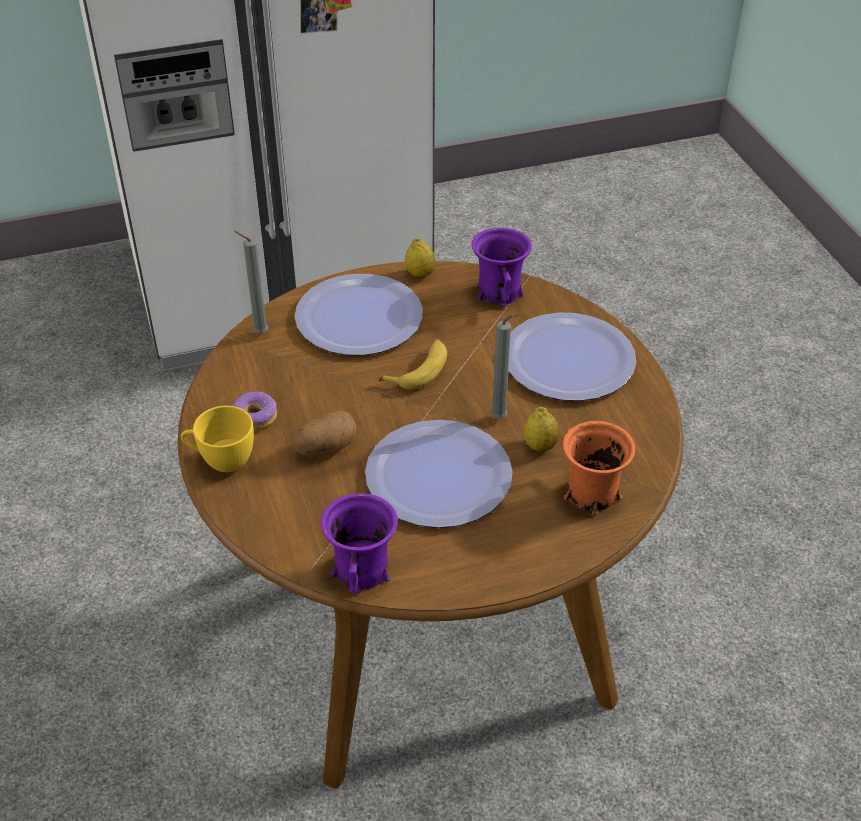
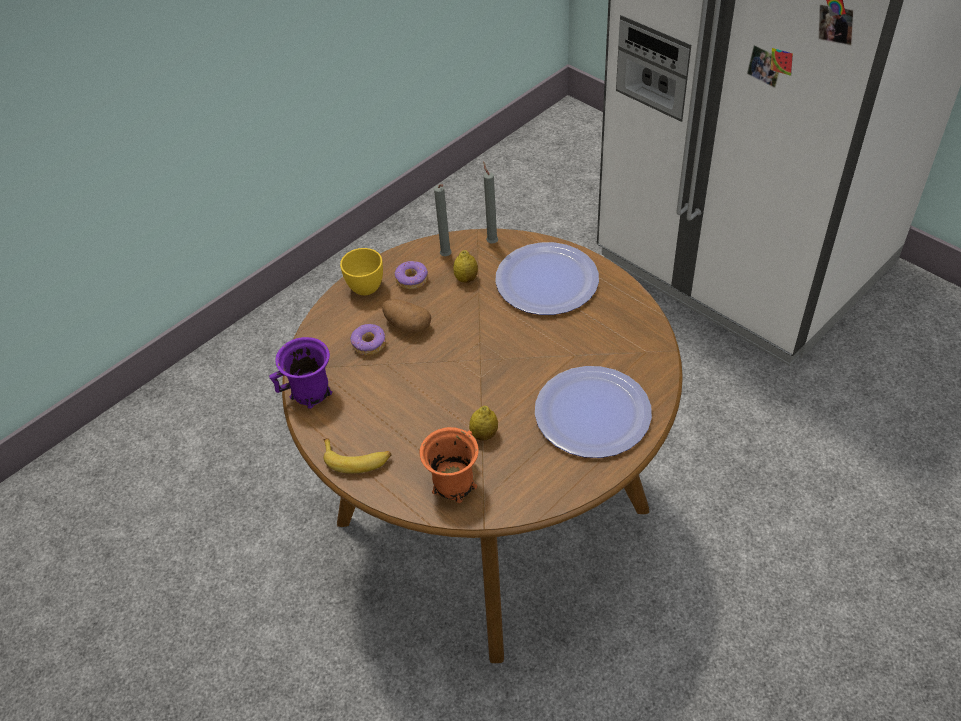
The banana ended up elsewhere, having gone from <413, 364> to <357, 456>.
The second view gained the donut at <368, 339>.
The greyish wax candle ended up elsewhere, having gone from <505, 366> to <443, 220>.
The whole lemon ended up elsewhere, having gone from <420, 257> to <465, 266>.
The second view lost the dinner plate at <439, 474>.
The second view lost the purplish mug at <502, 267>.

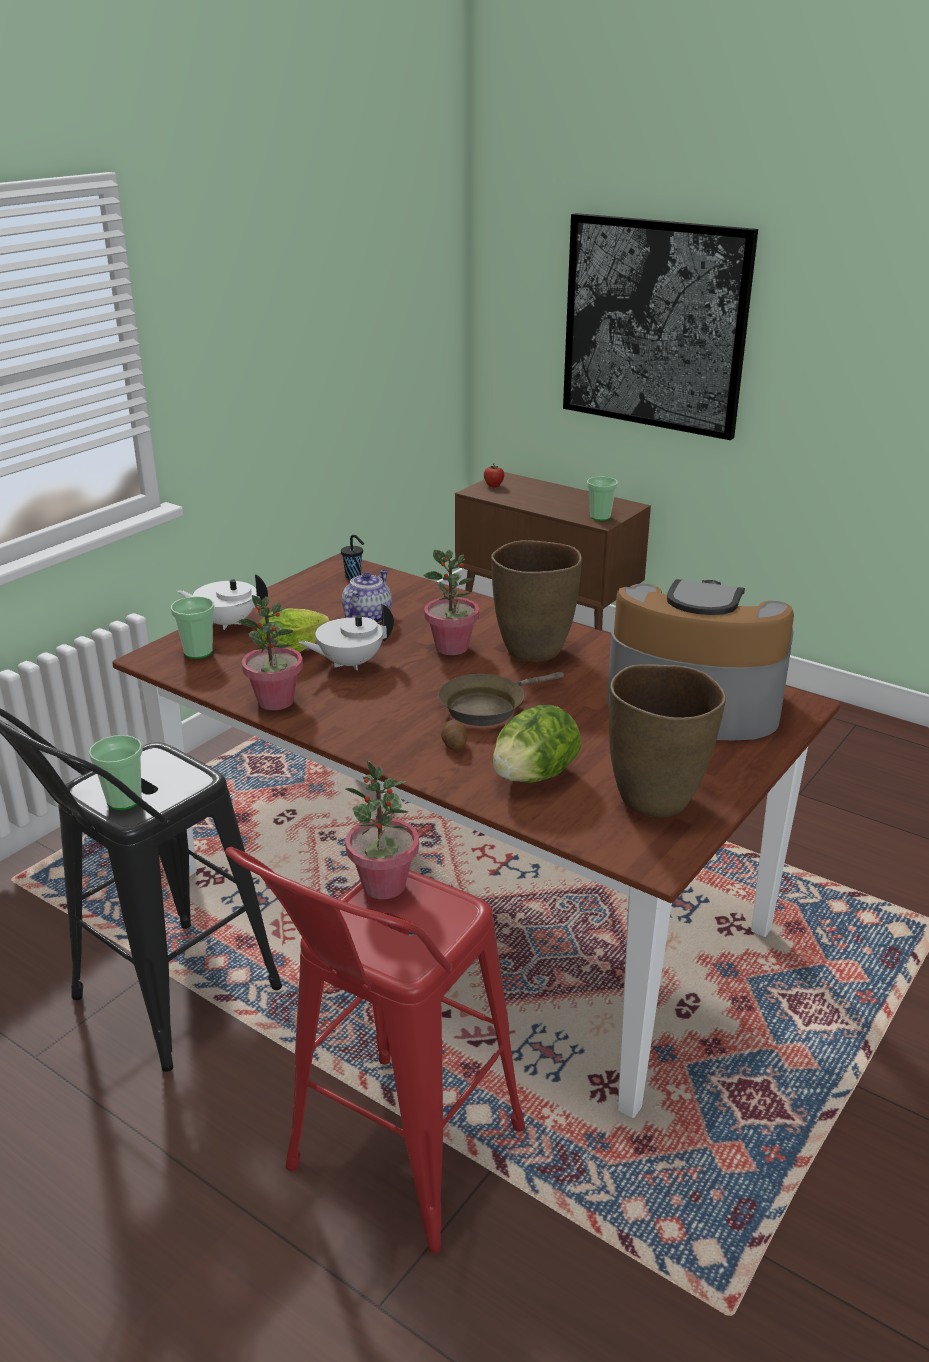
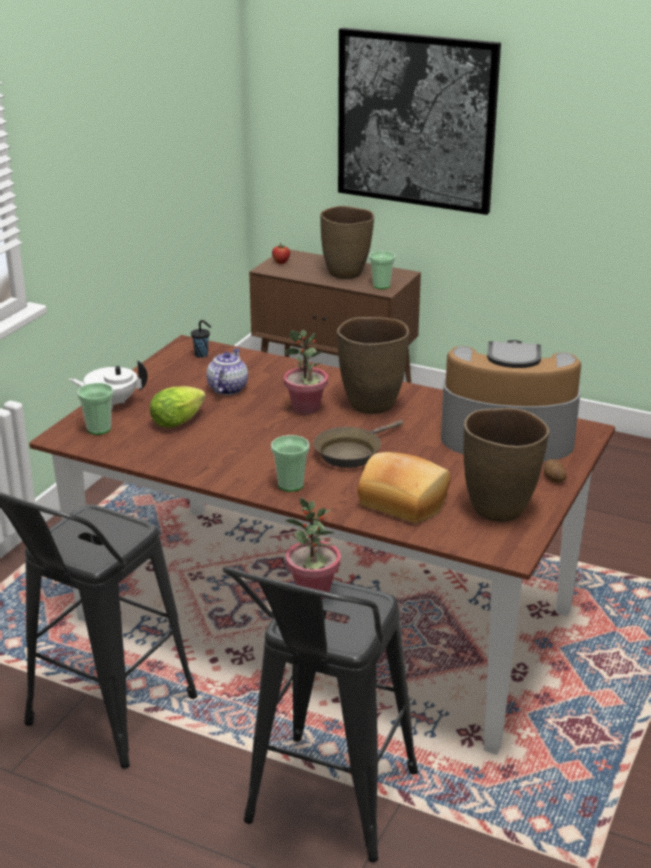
What was the red-coloured stool seat at <375, 1050> turned into the black-coloured stool seat at <320, 714>.
The small cup ended up elsewhere, having gone from <116, 772> to <290, 463>.
The second view gained the brown-coloured decorative vase at <347, 242>.
Where the lettuce stood at <537, 744>, the bakery bread came to stand at <404, 487>.
The potato ended up elsewhere, having gone from <454, 735> to <555, 471>.
The second view lost the houseplant at <270, 652>.
The second view lost the whitish tea pot at <346, 636>.

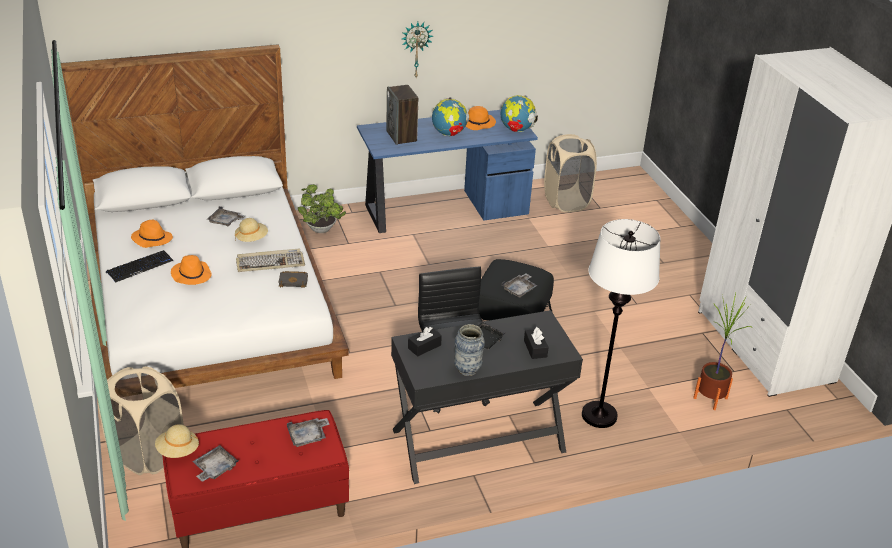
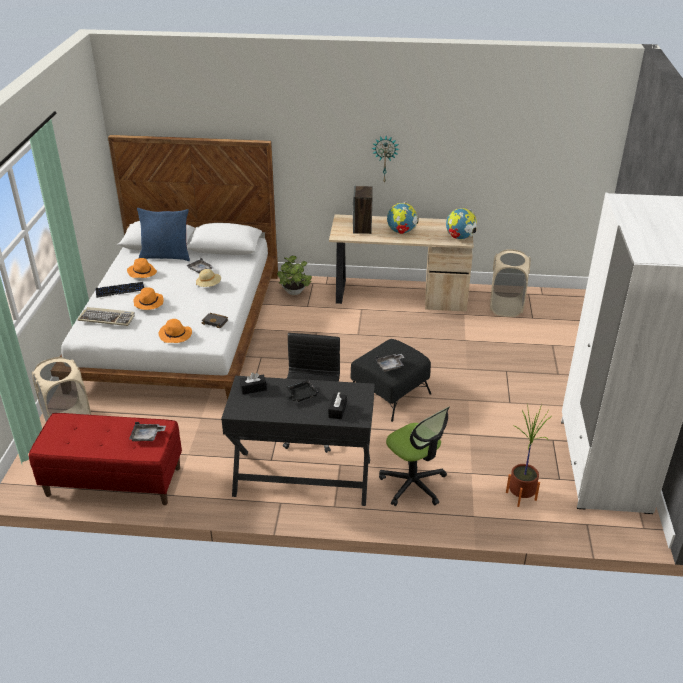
The computer keyboard ended up elsewhere, having gone from <270, 260> to <106, 316>.
The second view gained the blue-coloured throw pillow at <163, 234>.
The orange-coloured wearable hat ended up elsewhere, having gone from <480, 118> to <175, 331>.
What was the blue-coloured desk table at <447, 171> turned into the beige-coloured desk table at <401, 263>.
Where the whitish standard lamp stood at <621, 323>, the desk chair came to stand at <414, 456>.
The second view lost the beige-coloured wearable hat at <177, 441>.
The second view lost the greyish tray at <215, 463>.
The second view lost the decorative vase at <469, 350>.

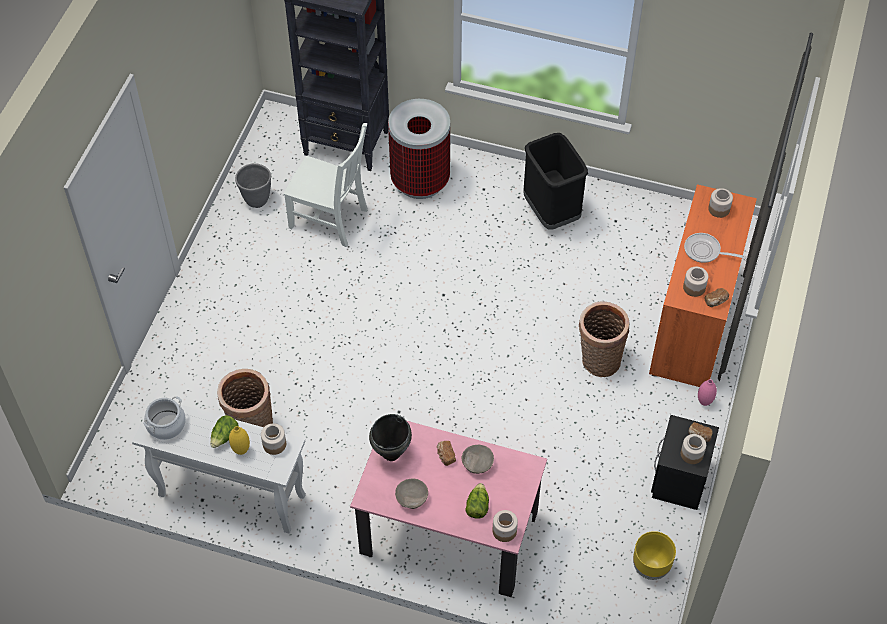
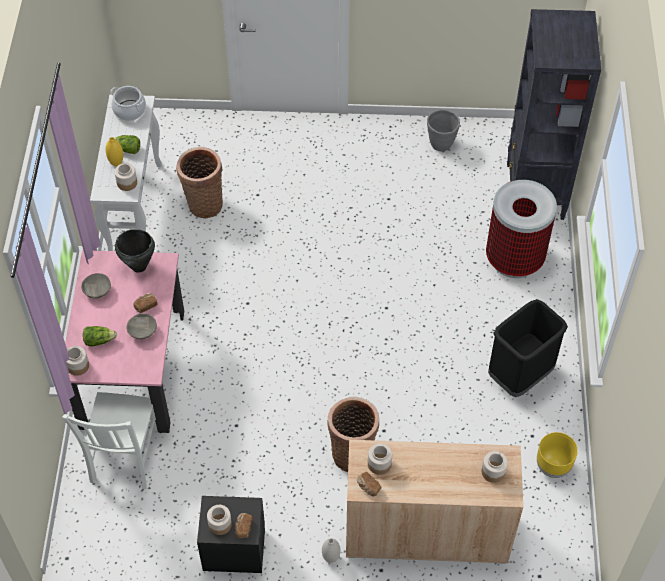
The whitish upright chair ended up elsewhere, having gone from <326, 185> to <109, 440>.
What was the pink-coloured decorative vase at <707, 392> turned into the whitish decorative vase at <331, 550>.
What was the orange-coloured storage cabinet at <703, 285> turned into the beige-coloured storage cabinet at <434, 502>.
The yellow-coloured flower pot ended up elsewhere, having gone from <654, 555> to <557, 455>.
The second view lost the skillet at <715, 248>.

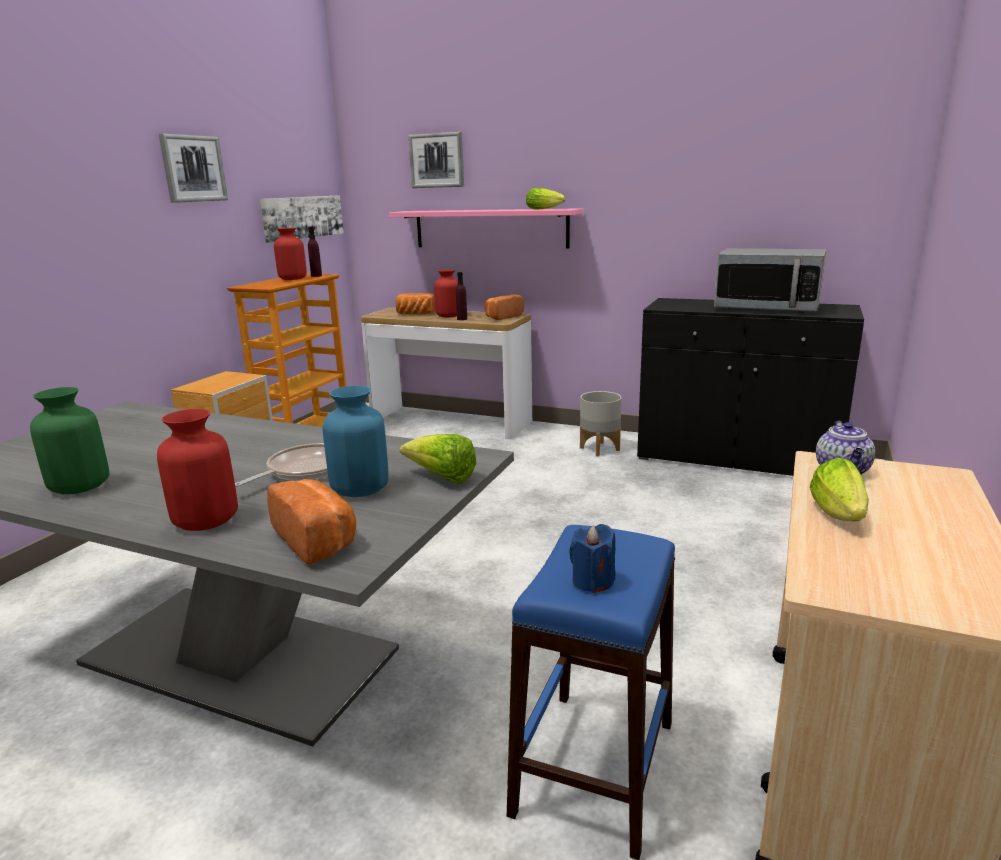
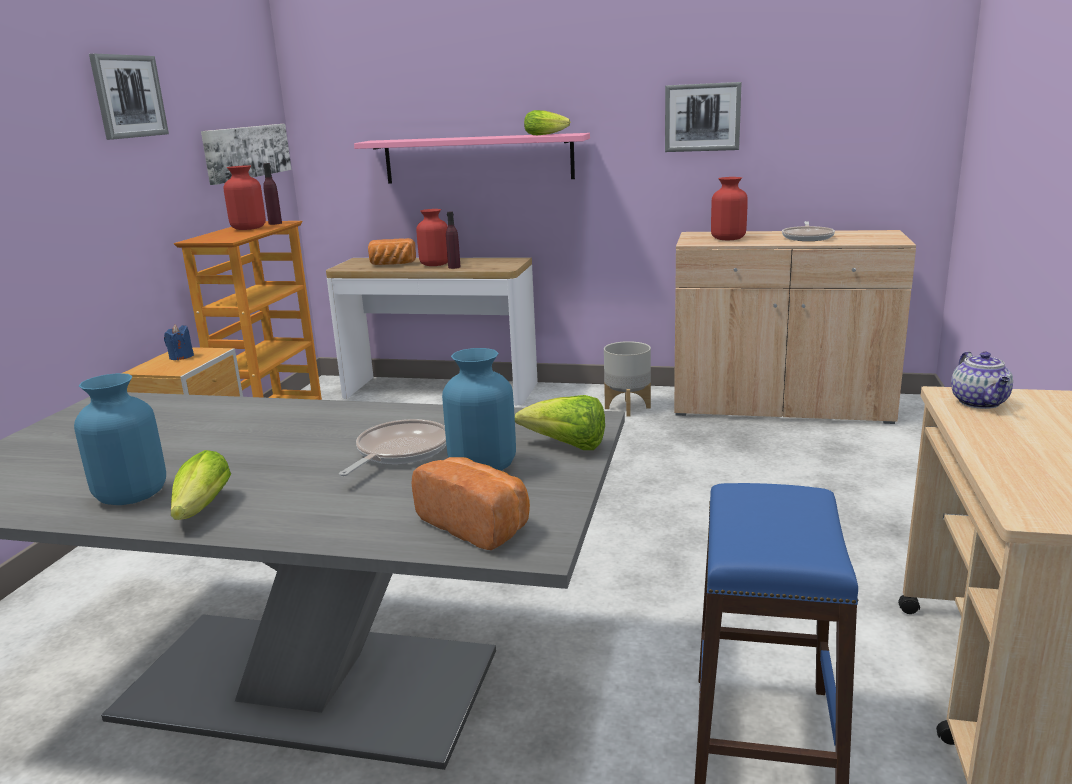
What was the green decorative vase at <69, 440> turned into the blue-coloured decorative vase at <120, 439>.
The blue-coloured wax candle ended up elsewhere, having gone from <592, 558> to <179, 342>.
The lettuce ended up elsewhere, having gone from <839, 489> to <201, 485>.
The wall art ended up elsewhere, having gone from <436, 160> to <703, 117>.
What was the black-coloured storage cabinet at <750, 387> turned into the beige-coloured storage cabinet at <795, 327>.
The red-coloured decorative vase ended up elsewhere, having gone from <197, 470> to <729, 208>.
Where the microwave oven stood at <770, 280>, the skillet came to stand at <808, 231>.
The second view lost the bakery bread at <504, 307>.

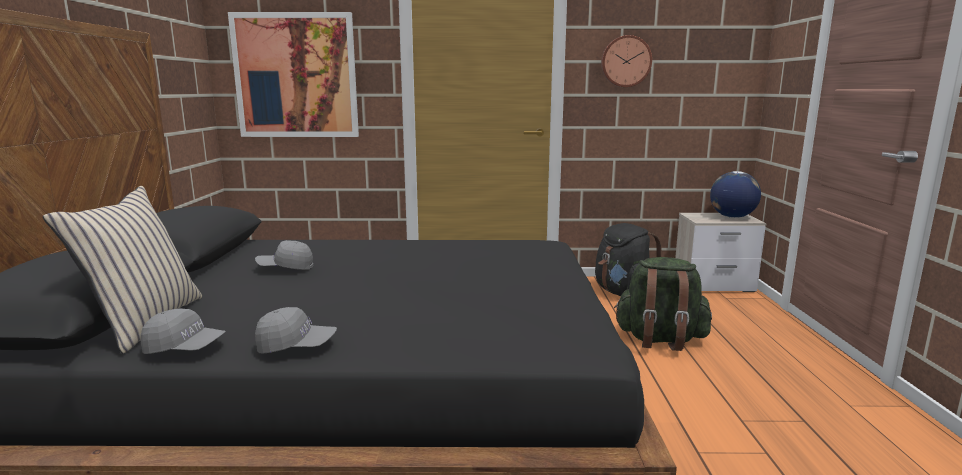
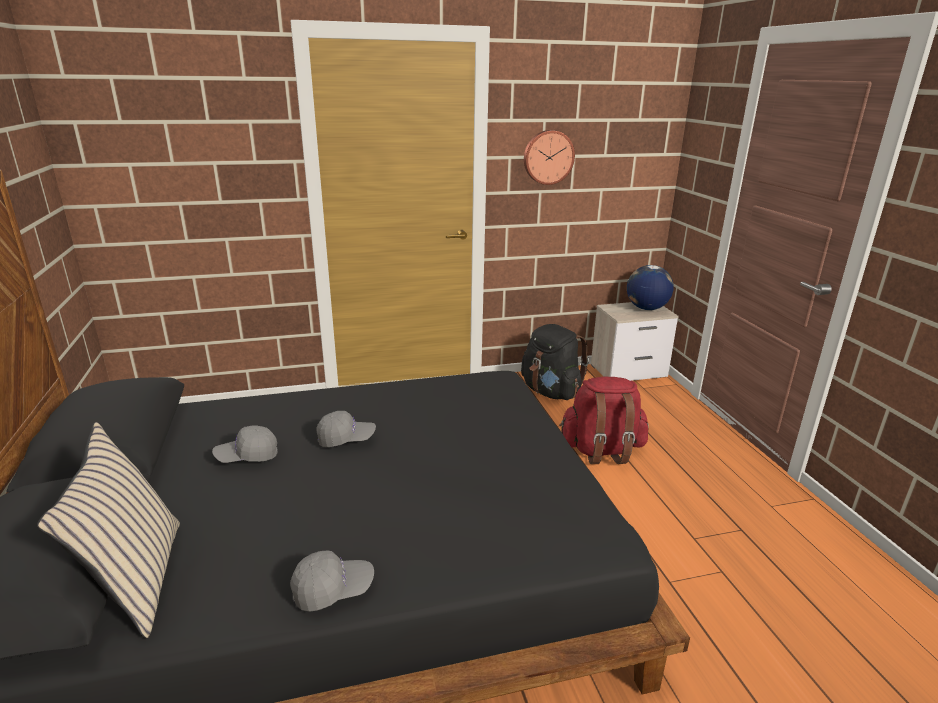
The greyish cap ended up elsewhere, having gone from <183, 331> to <346, 429>.
What was the green backpack at <663, 304> turned into the red-coloured backpack at <604, 420>.
The second view lost the wall art at <293, 74>.

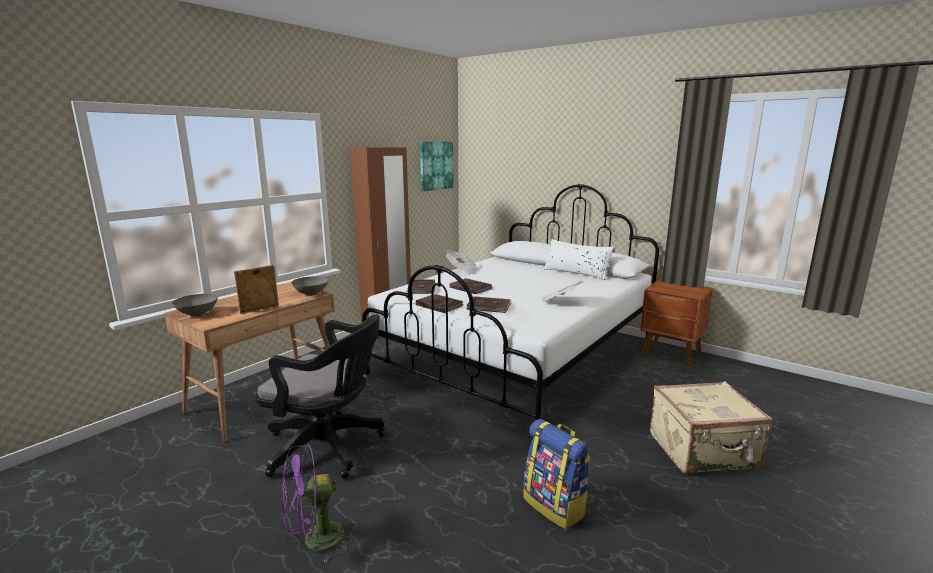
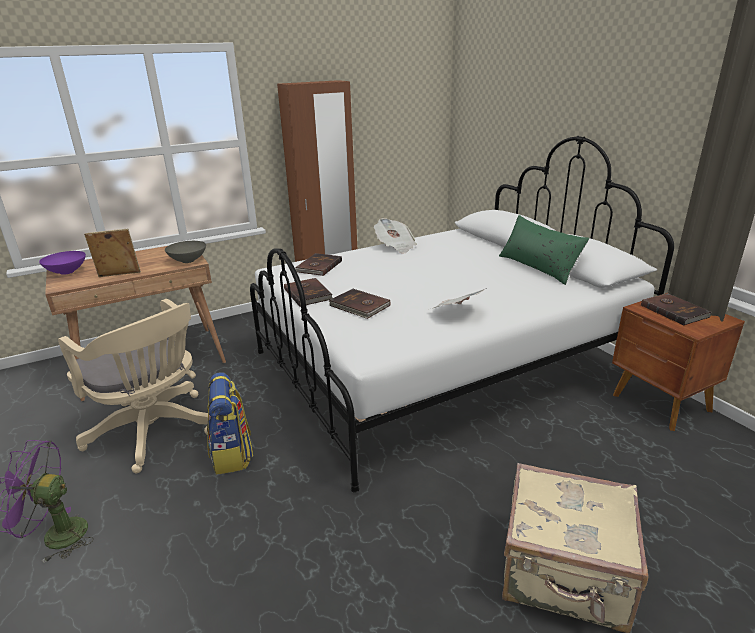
What was the greyish bowl at <195, 305> turned into the purplish bowl at <62, 263>.
What was the black-coloured desk chair at <321, 396> turned into the beige-coloured desk chair at <133, 386>.
The backpack ended up elsewhere, having gone from <556, 474> to <230, 423>.
What was the whitish throw pillow at <578, 259> turned into the green throw pillow at <544, 250>.
The brown-coloured book ended up elsewhere, having gone from <471, 286> to <676, 309>.
The second view lost the wall art at <436, 166>.

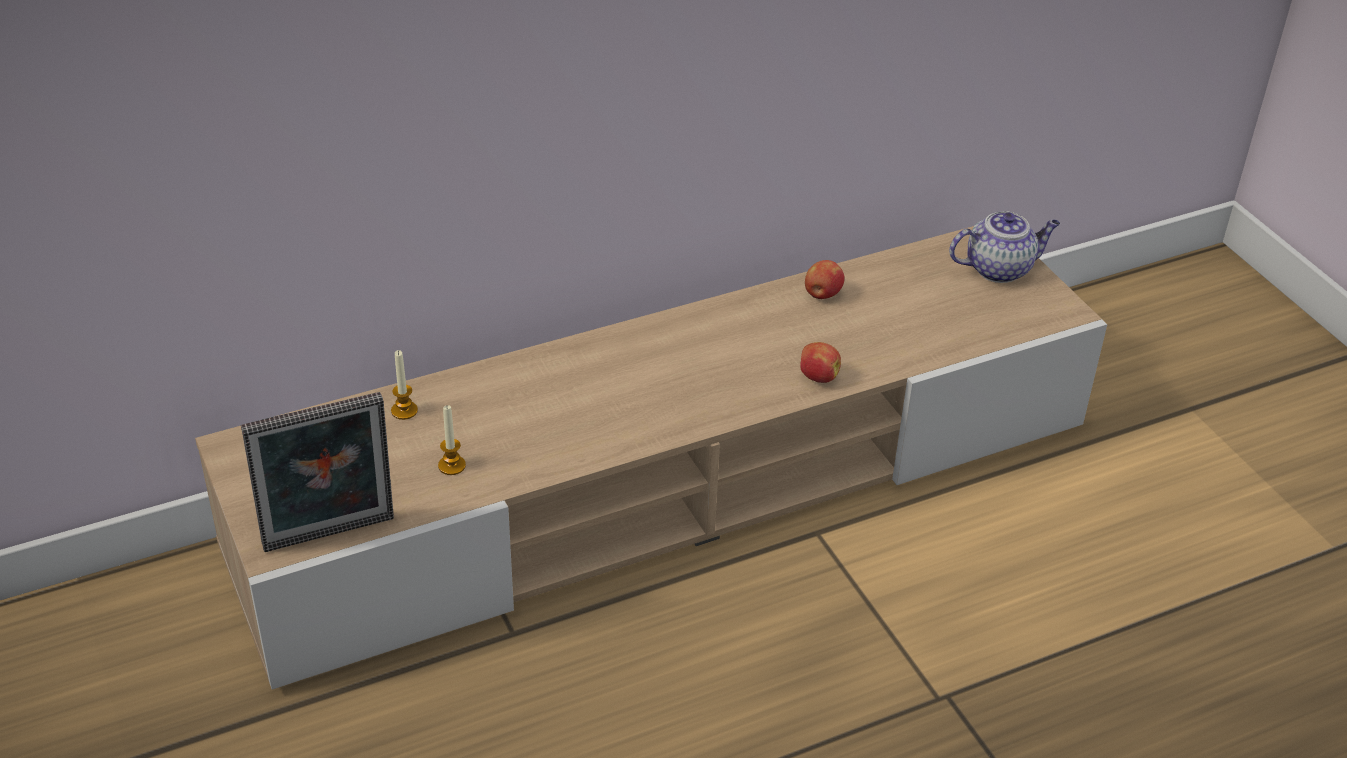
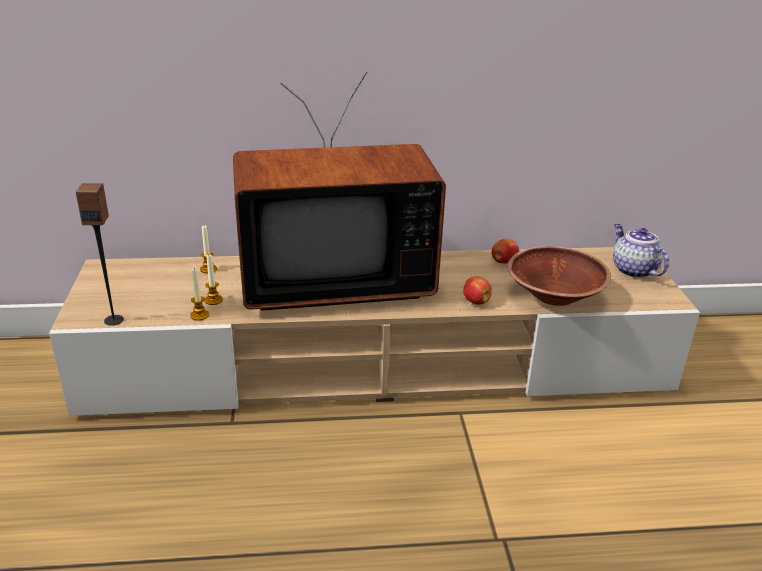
Where the photo frame stood at <317, 472>, the speaker came to stand at <100, 254>.
The second view gained the wax candle at <199, 294>.
The second view gained the television at <339, 191>.
The second view gained the brown-coloured bowl at <559, 276>.
The tea pot at <1004, 247> ended up facing another way, 120 degrees counterclockwise from before.

